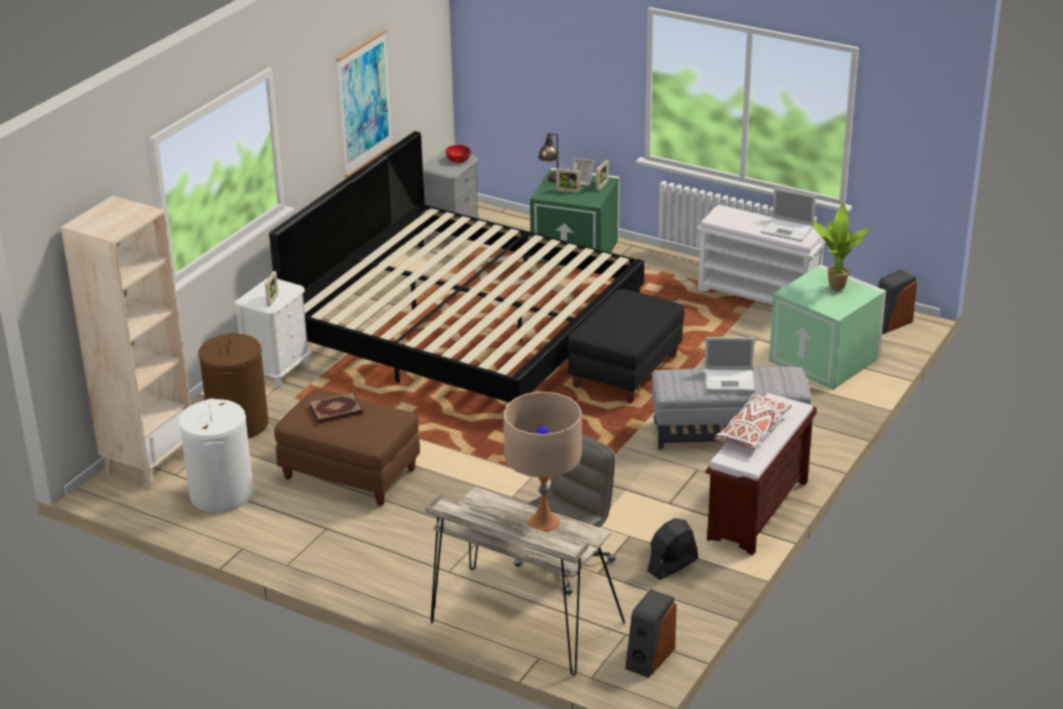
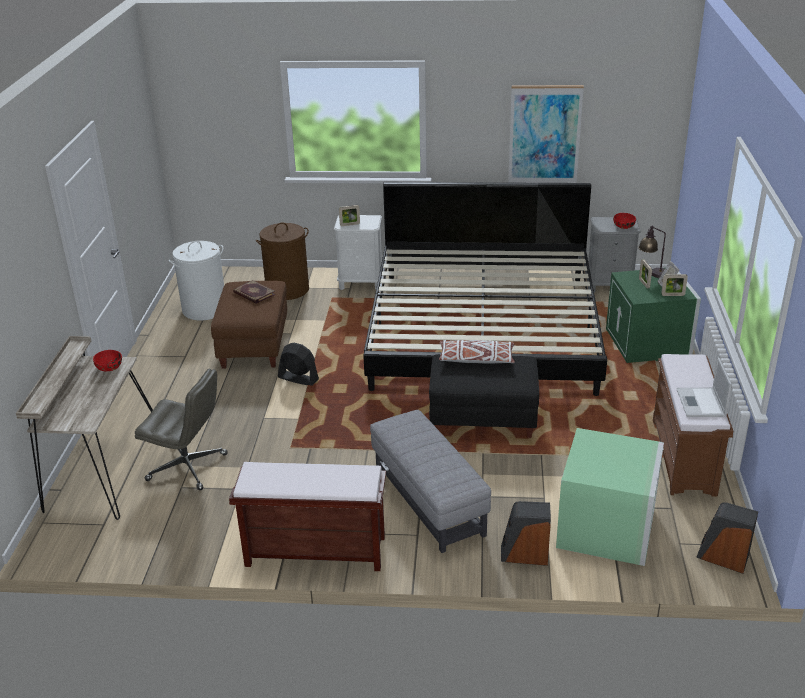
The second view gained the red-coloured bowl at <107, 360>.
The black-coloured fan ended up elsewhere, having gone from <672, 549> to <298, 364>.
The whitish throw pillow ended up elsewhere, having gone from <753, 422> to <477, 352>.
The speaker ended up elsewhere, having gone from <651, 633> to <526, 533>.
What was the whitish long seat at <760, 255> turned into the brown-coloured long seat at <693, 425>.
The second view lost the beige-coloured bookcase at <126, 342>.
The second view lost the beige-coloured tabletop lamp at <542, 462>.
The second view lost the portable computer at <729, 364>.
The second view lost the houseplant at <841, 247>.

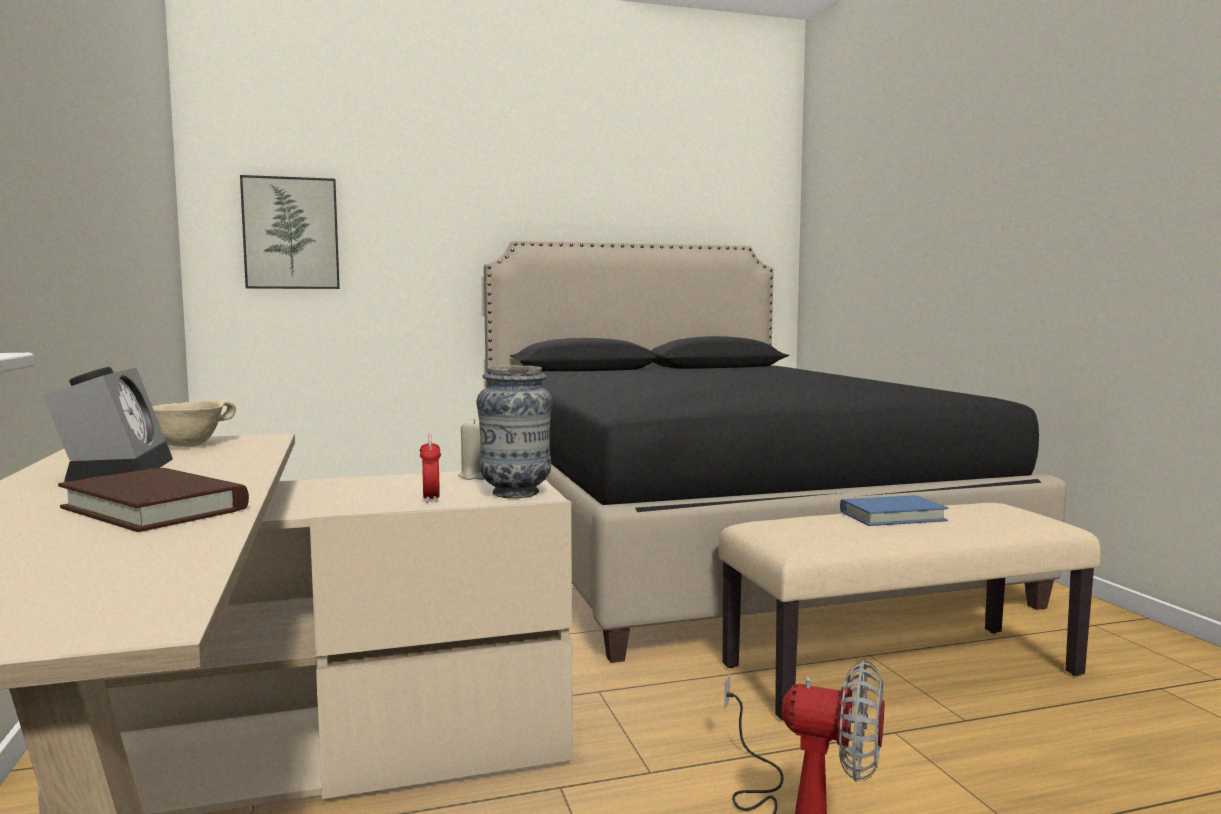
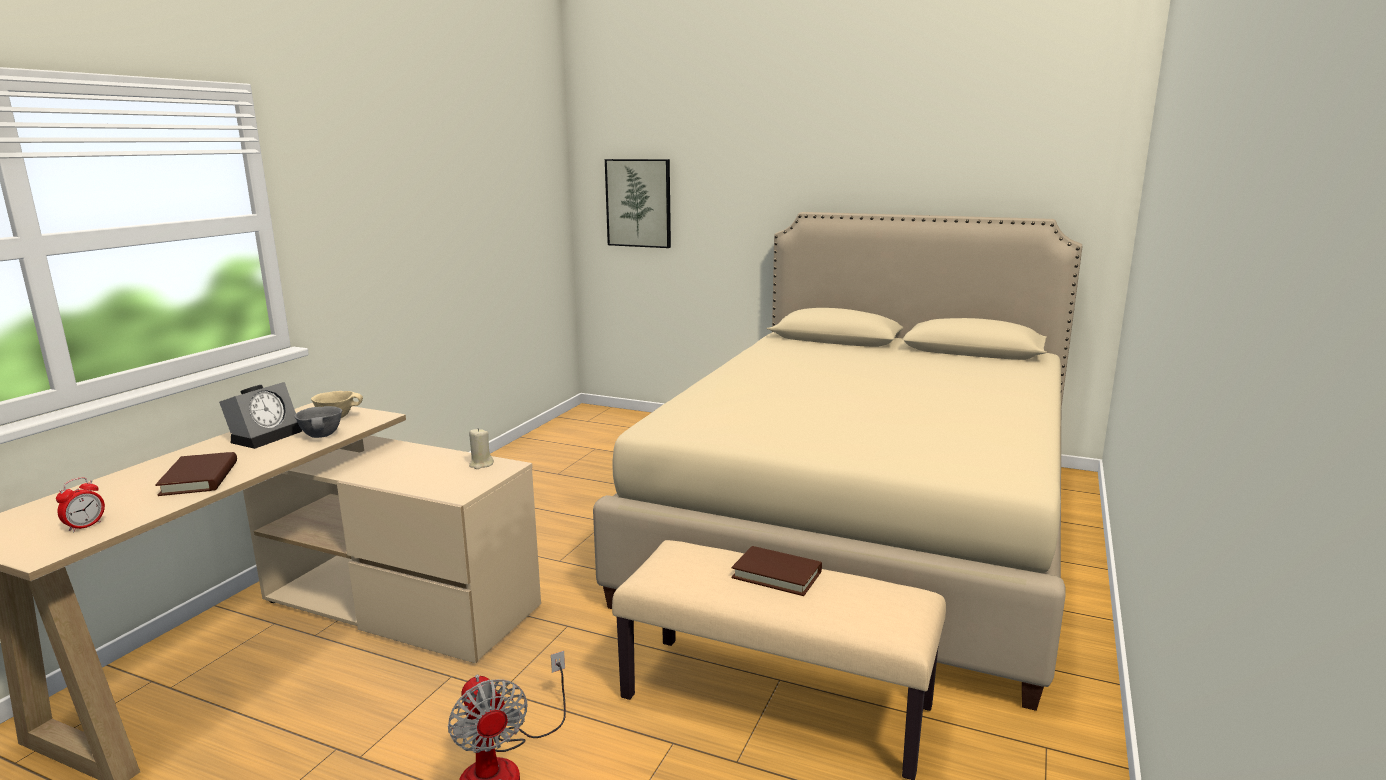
The bedside clock ended up elsewhere, having gone from <430, 468> to <80, 505>.
The second view gained the greyish bowl at <318, 422>.
What was the black-coloured bedroom bed at <775, 452> turned into the beige-coloured bedroom bed at <837, 461>.
What was the blue-coloured book at <894, 510> turned into the brown-coloured book at <777, 571>.
The second view lost the decorative vase at <514, 431>.

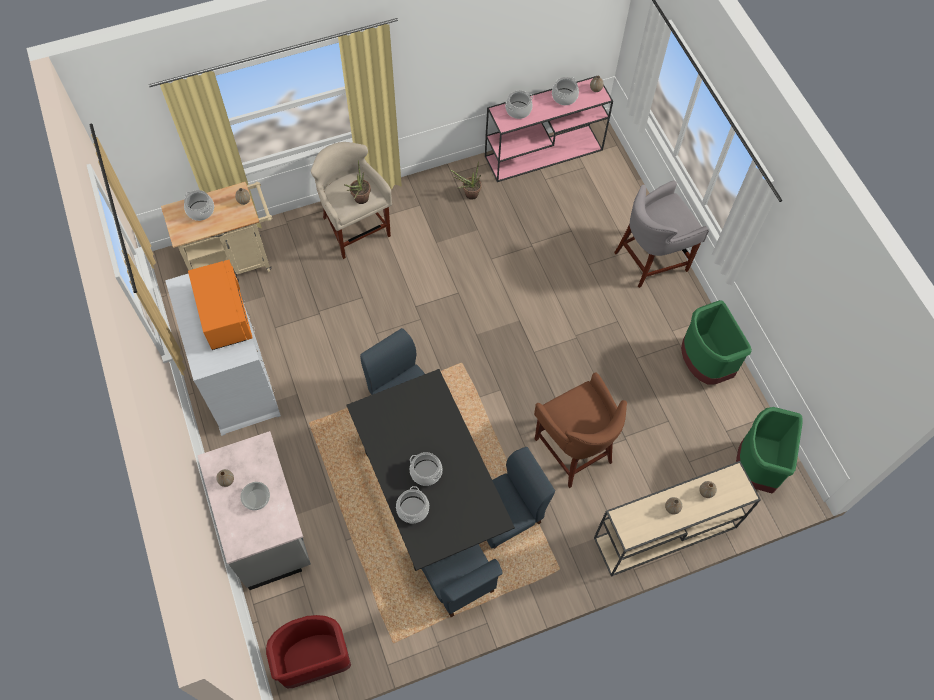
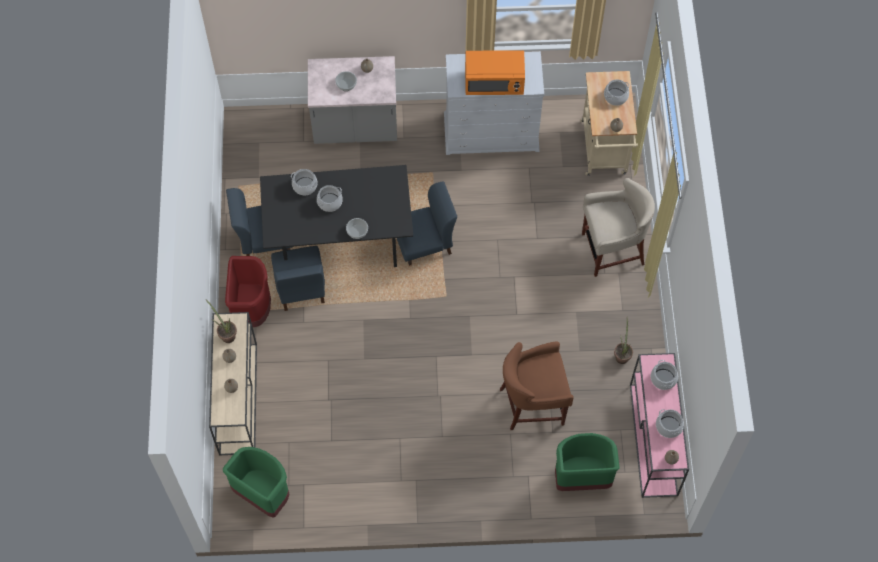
The houseplant ended up elsewhere, having gone from <357, 182> to <221, 321>.
The red-coloured rubbish bin ended up elsewhere, having gone from <308, 651> to <248, 291>.
The second view gained the bowl at <357, 228>.
The brown-coloured stool seat ended up elsewhere, having gone from <580, 430> to <537, 385>.
The green rubbish bin ended up elsewhere, having gone from <716, 342> to <587, 462>.
The second view lost the greyish stool seat at <661, 234>.

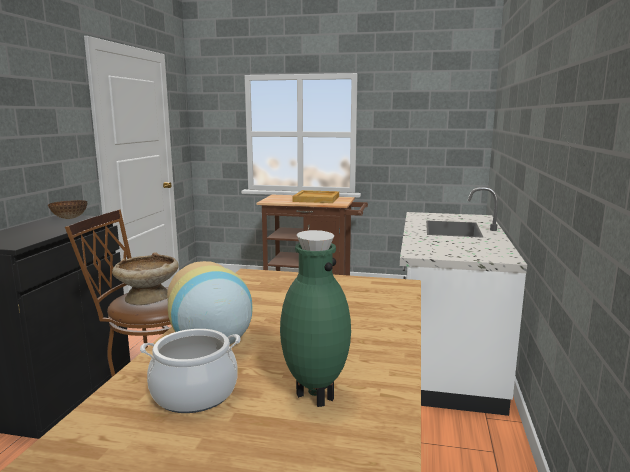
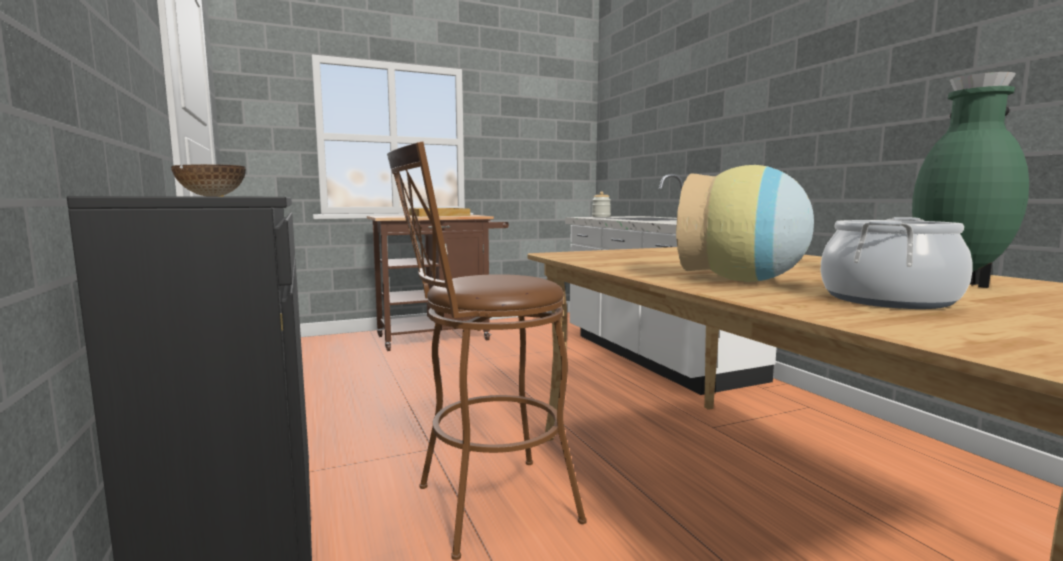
The second view gained the storage jar at <601, 204>.
The second view lost the beige-coloured bowl at <145, 278>.

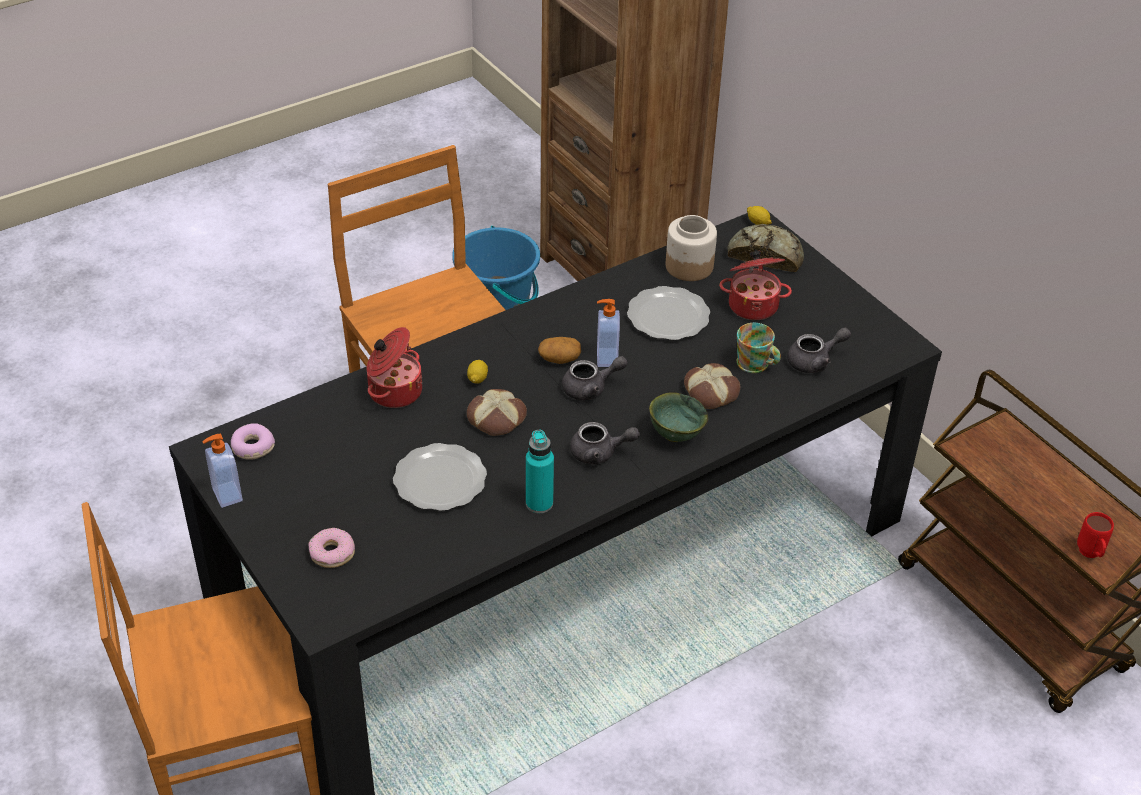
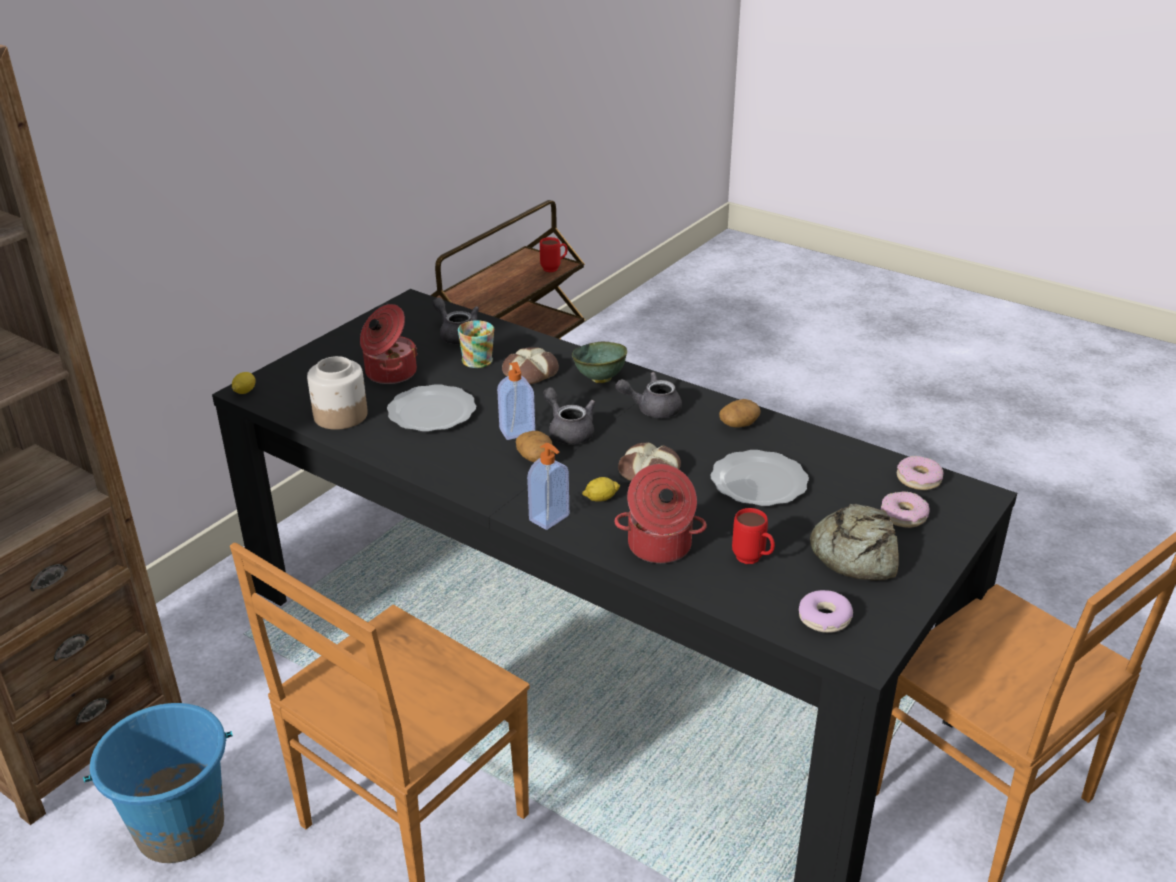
The liquid soap bottle ended up elsewhere, having gone from <222, 471> to <548, 486>.
The greyish tea pot at <605, 443> ended up facing another way, 75 degrees counterclockwise from before.
Where the blue-green bottle stood at <540, 471>, the potato came to stand at <740, 413>.
The second view gained the red-coloured mug at <753, 536>.
The bakery bread ended up elsewhere, having gone from <765, 248> to <854, 542>.
The second view gained the donut at <920, 473>.

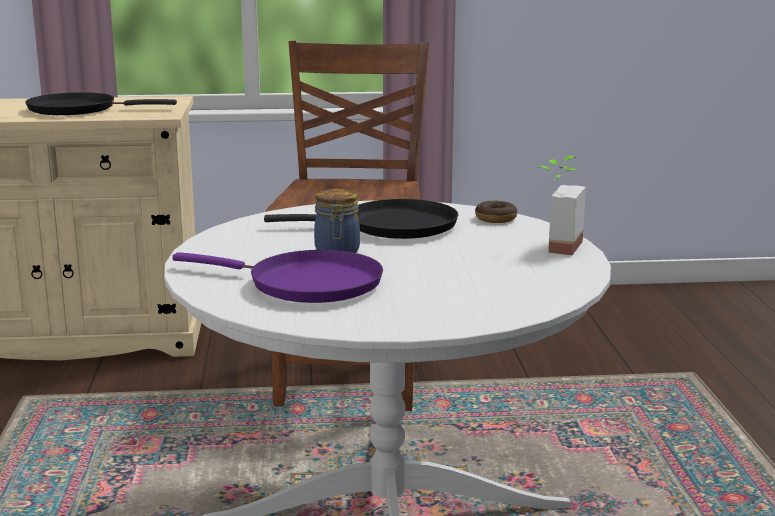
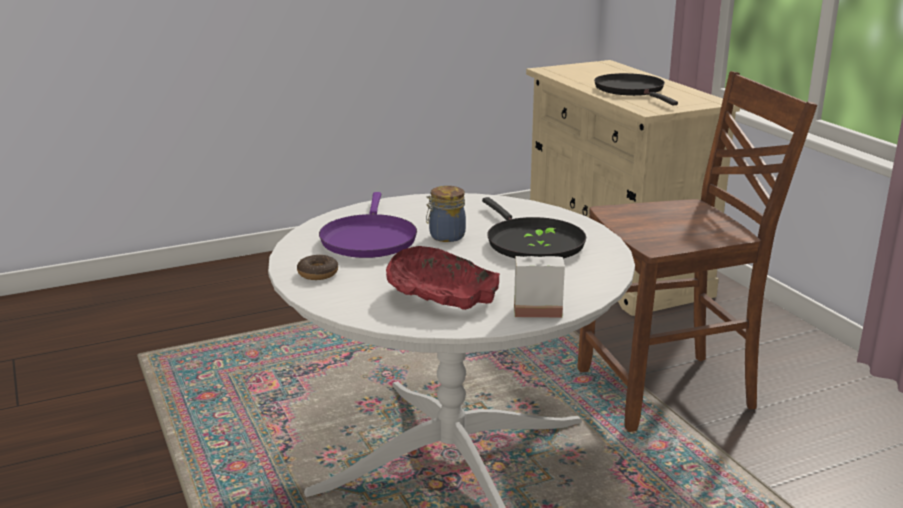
The donut ended up elsewhere, having gone from <496, 212> to <317, 267>.
The second view gained the red-coloured bowl at <443, 278>.

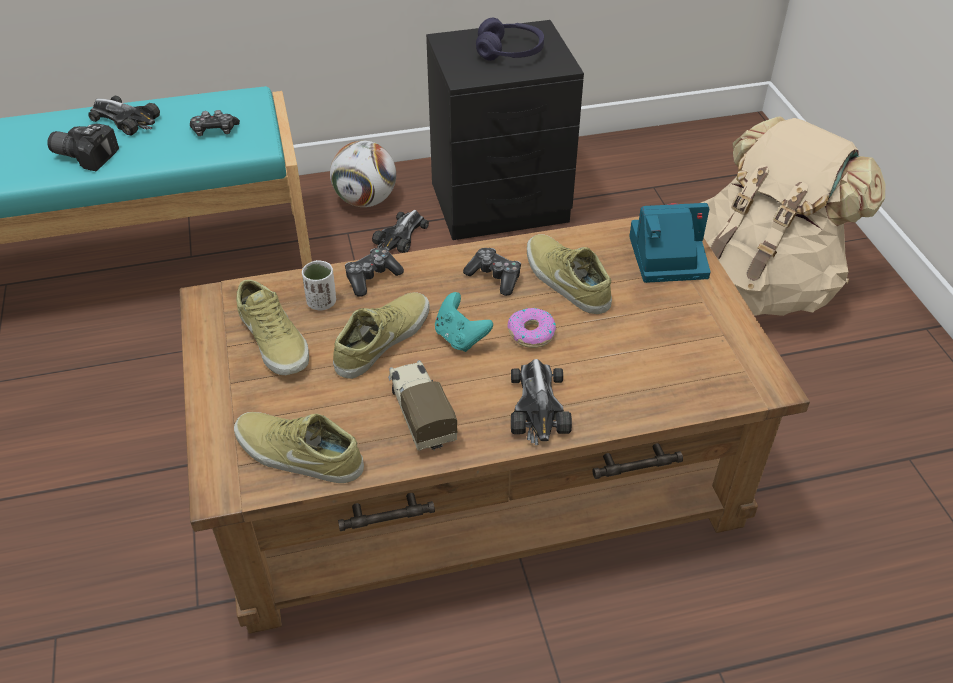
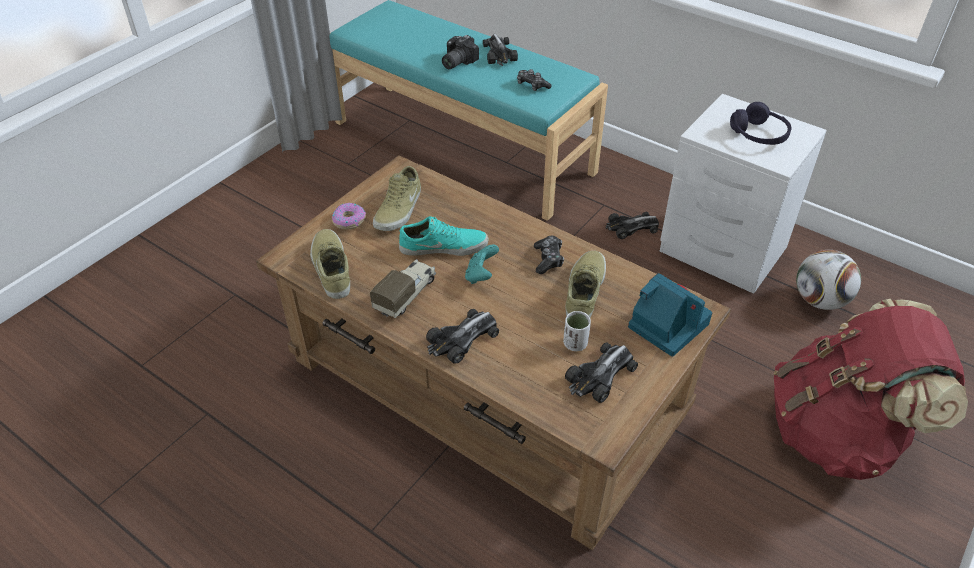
The donut ended up elsewhere, having gone from <531, 328> to <349, 216>.
What was the beige-coloured shoe at <381, 335> turned into the blue-green shoe at <444, 236>.
The still camera at <83, 147> ended up facing another way, 120 degrees counterclockwise from before.
The whitish small cup ended up elsewhere, having gone from <319, 285> to <577, 331>.
The second view gained the toy car at <601, 373>.
What was the black-coloured night table at <505, 130> turned into the whitish night table at <743, 194>.
What was the beige-coloured backpack at <793, 216> turned into the red-coloured backpack at <871, 389>.
The football ended up elsewhere, having gone from <363, 173> to <828, 280>.
The second view lost the joypad at <374, 272>.

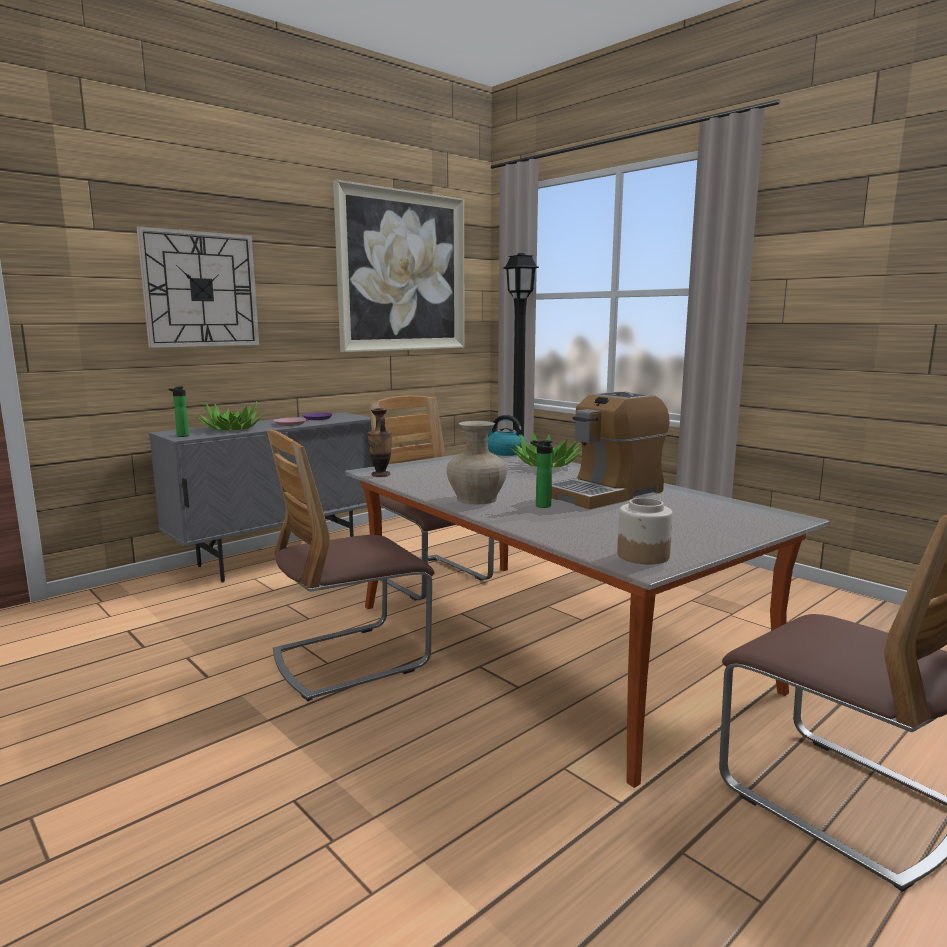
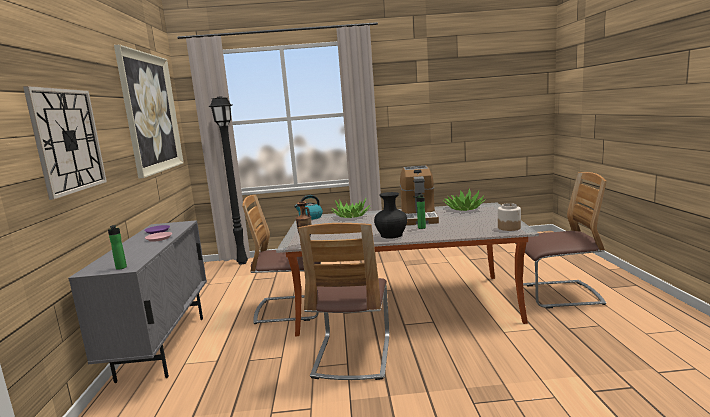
What was the beige-coloured decorative vase at <477, 463> turned into the black-coloured decorative vase at <390, 215>.
The houseplant ended up elsewhere, having gone from <230, 416> to <465, 200>.

